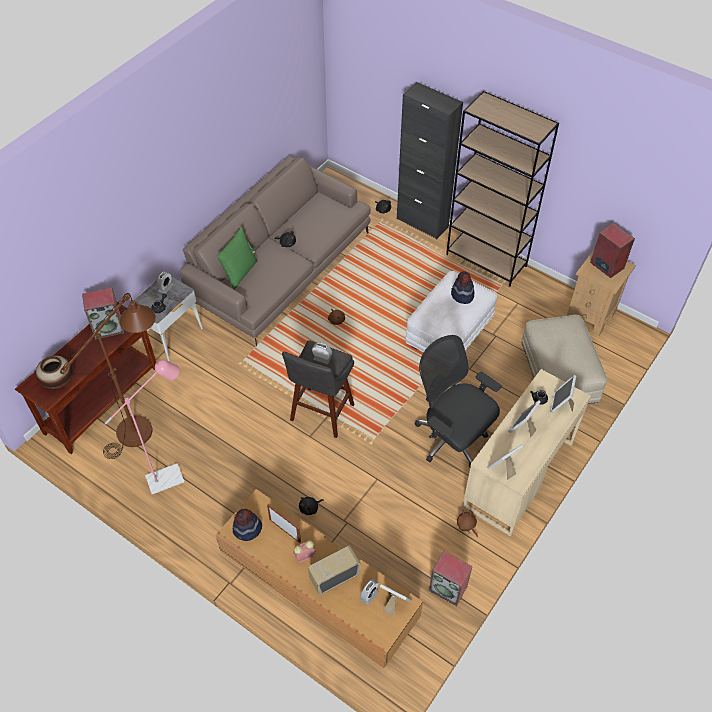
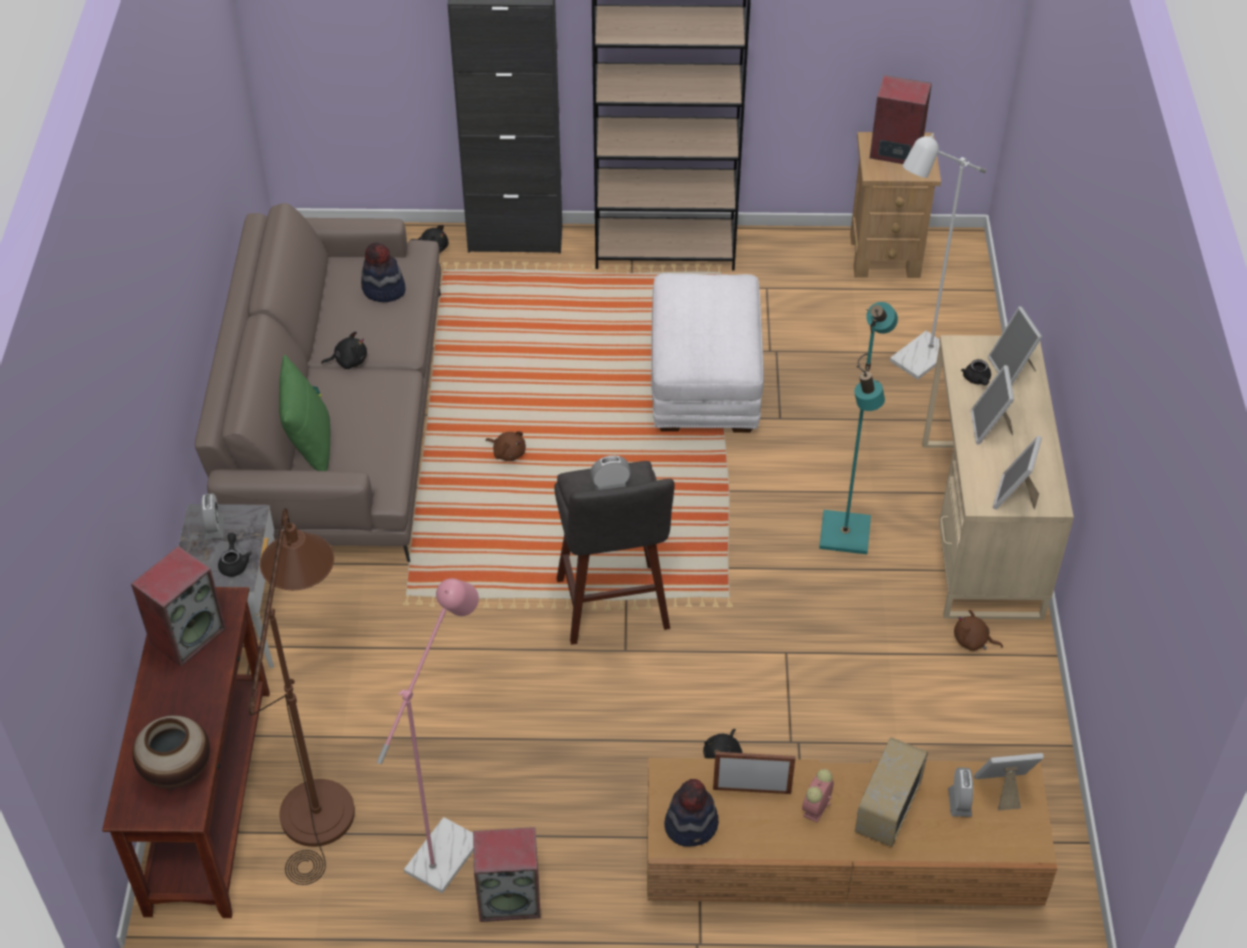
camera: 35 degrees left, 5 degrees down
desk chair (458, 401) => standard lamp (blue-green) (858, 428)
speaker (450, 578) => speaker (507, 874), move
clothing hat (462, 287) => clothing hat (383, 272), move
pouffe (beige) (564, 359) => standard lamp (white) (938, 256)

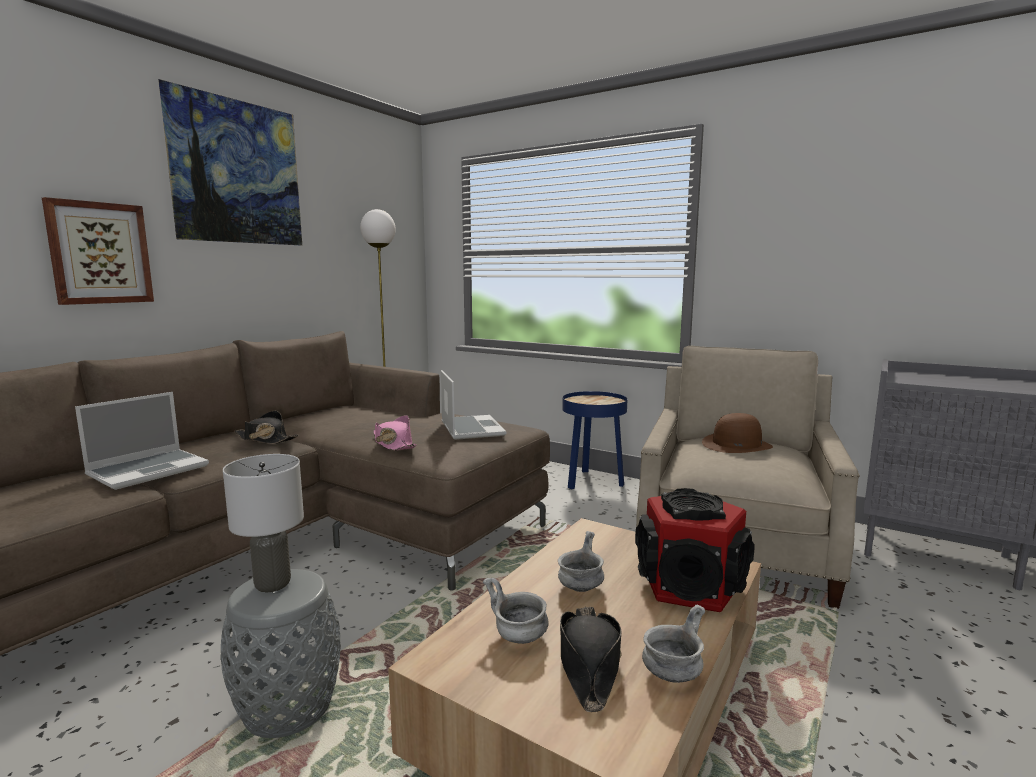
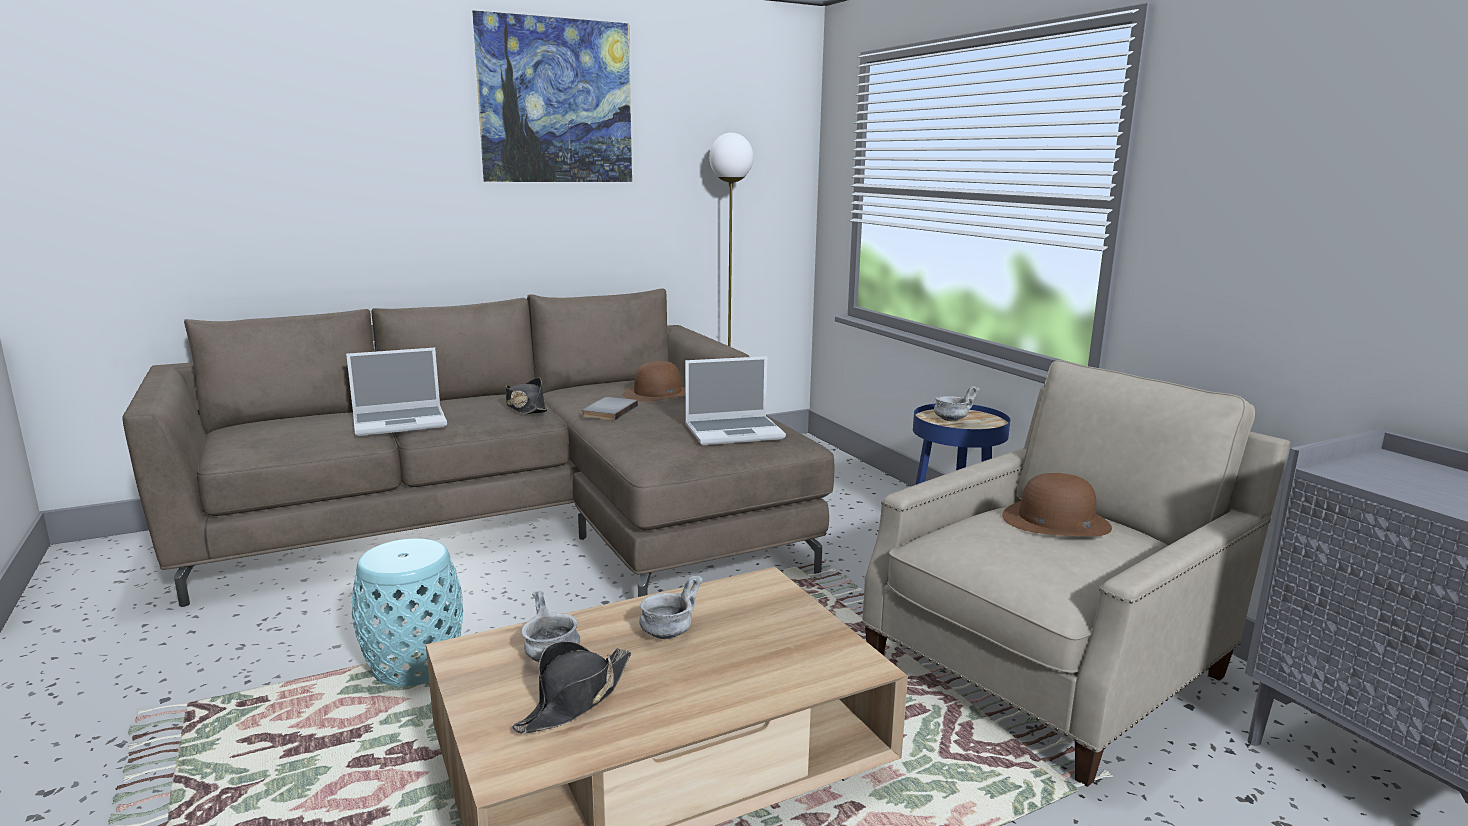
camera: 30 degrees right, 5 degrees up
picture (98, 251) => nothing
sitting stool (greyish) (280, 653) => sitting stool (blue-green) (407, 612)
table lamp (white) (263, 523) => nothing
clothing hat (pink) (395, 433) => nothing
notebook computer (473, 405) => notebook computer (735, 400), 60 degrees clockwise
speaker (695, 550) => nothing
bowl (greyish) (673, 643) => bowl (greyish) (957, 403), move
nothing => volume (greyish) (610, 408)
nothing => clothing hat (brownish) (654, 381)

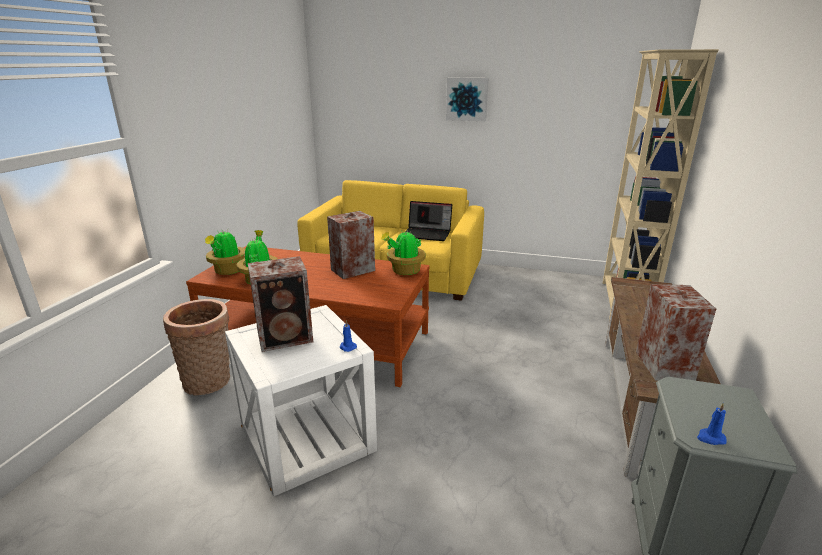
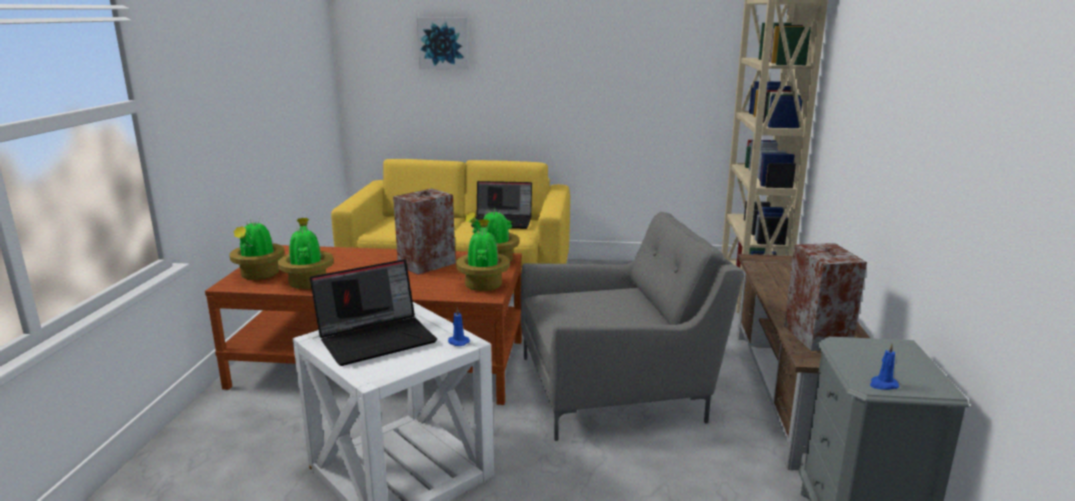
camera: 10 degrees left, 5 degrees down
household basket (196, 347) => nothing
speaker (280, 304) => notebook computer (373, 312)
picture (467, 99) => picture (443, 43), move
nothing => houseplant (483, 255)
nothing => easy chair (greyish) (632, 326)

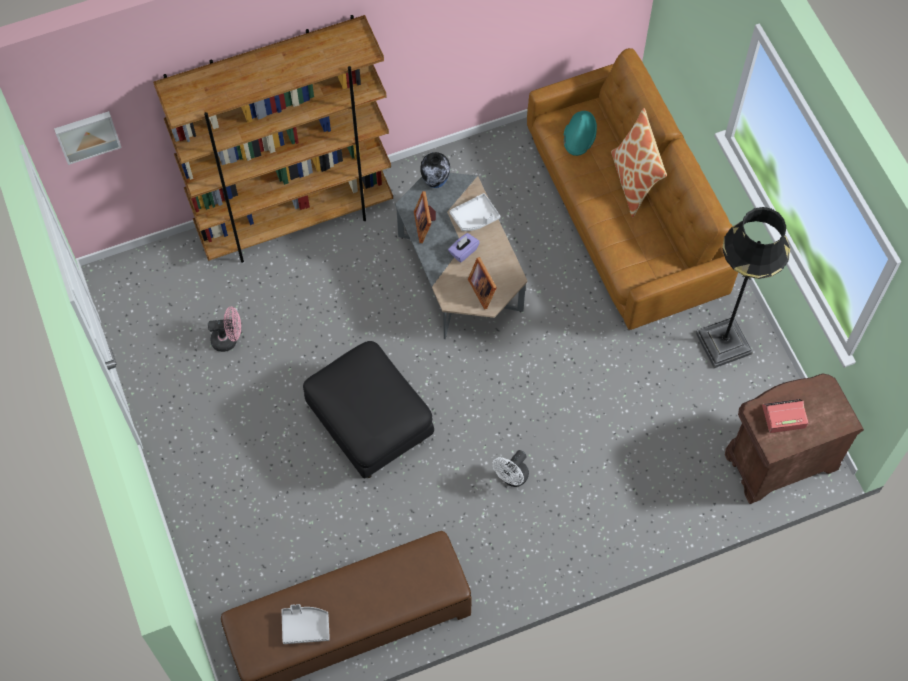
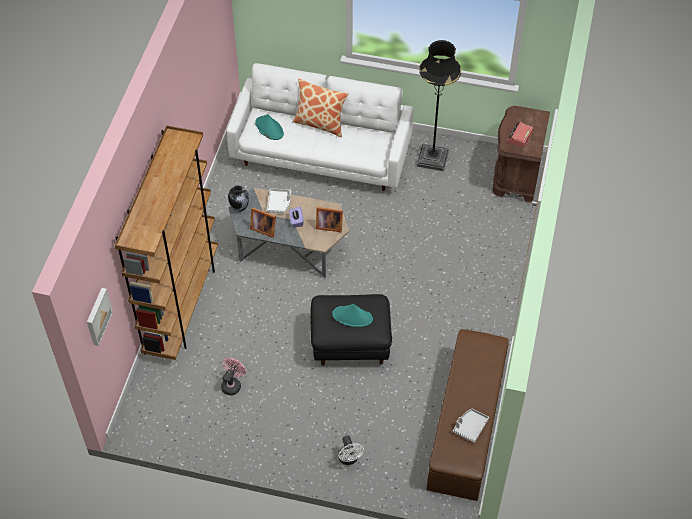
camera: 55 degrees left, 10 degrees down
fan (white) (510, 468) => fan (white) (351, 450), move
couch (brownish) (632, 189) => couch (white) (320, 127)
nothing => clothing hat (blue-green) (352, 315)

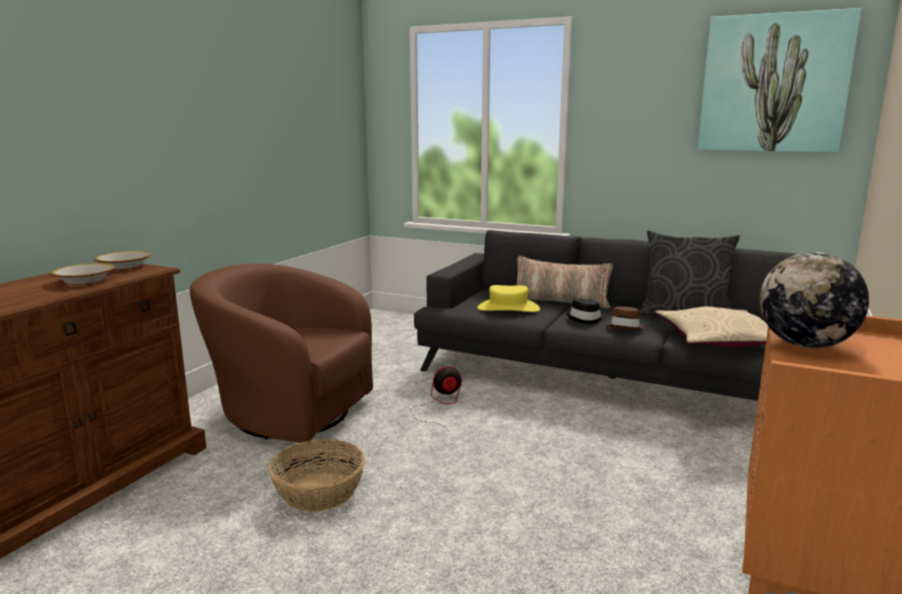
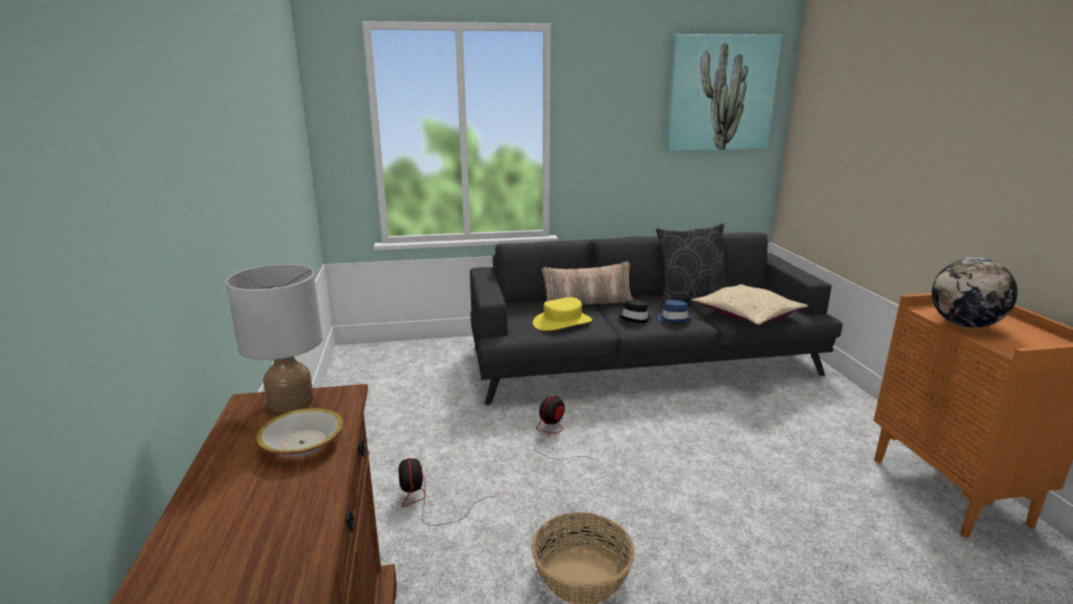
camera: 35 degrees left, 5 degrees up
bowl (122, 260) => table lamp (greyish) (274, 338)
easy chair (brownish) (281, 353) => fan (446, 491)
clothing hat (brownish) (625, 318) => clothing hat (blue) (674, 311)

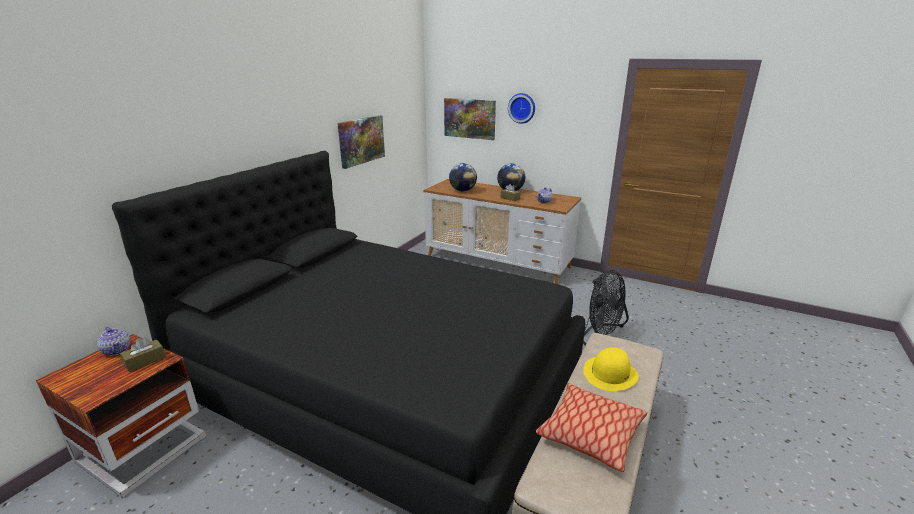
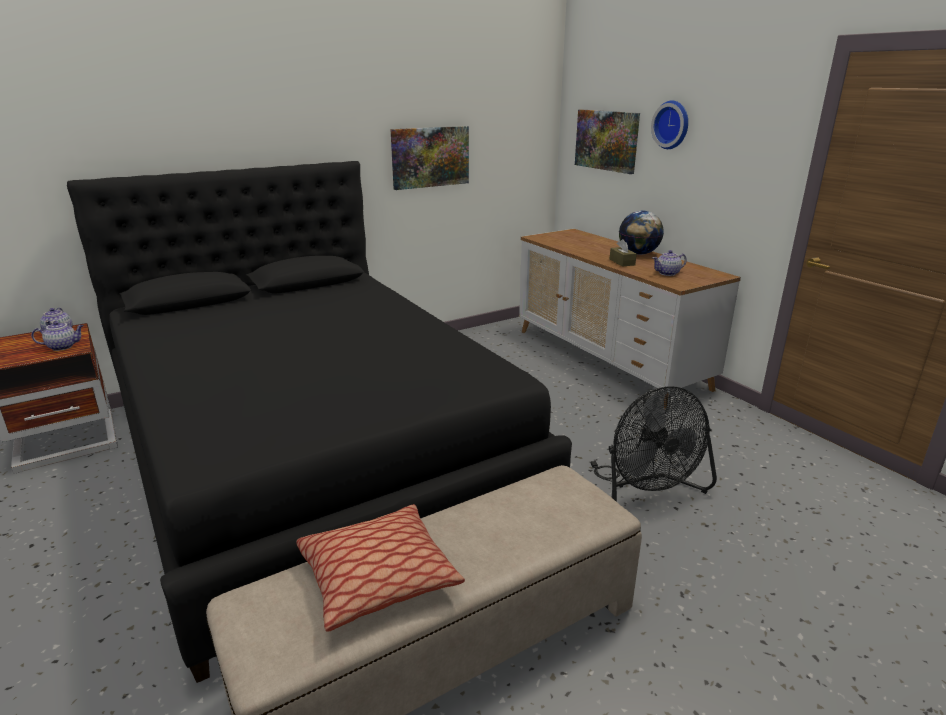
camera: 30 degrees right, 0 degrees up
tissue holder (brownish) (143, 355) => pot for tea (57, 336)
world globe (463, 177) => nothing
clothing hat (yellowish) (611, 369) => nothing

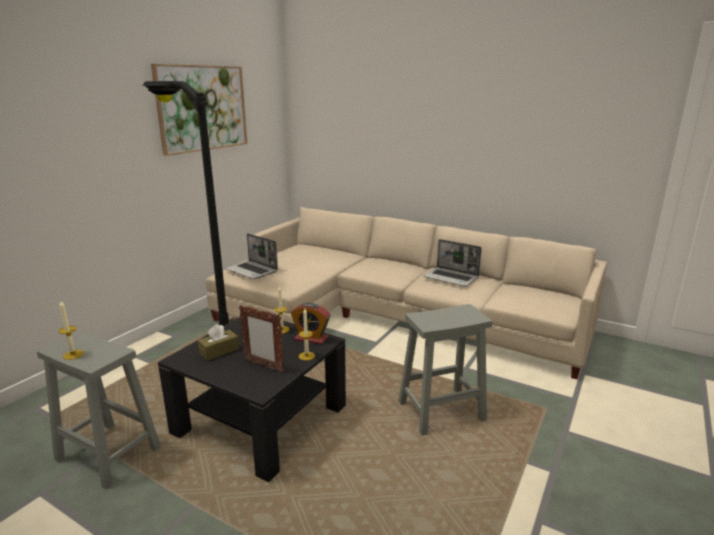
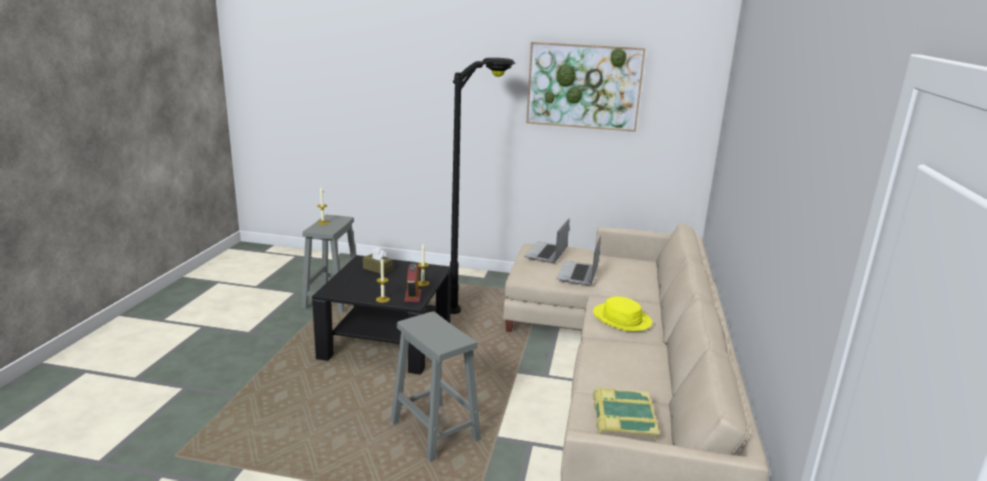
camera: 70 degrees right, 0 degrees up
photo frame (261, 339) => nothing
notebook computer (452, 263) => notebook computer (578, 260), move
nothing => volume (625, 414)
nothing => clothing hat (yellowish) (622, 313)

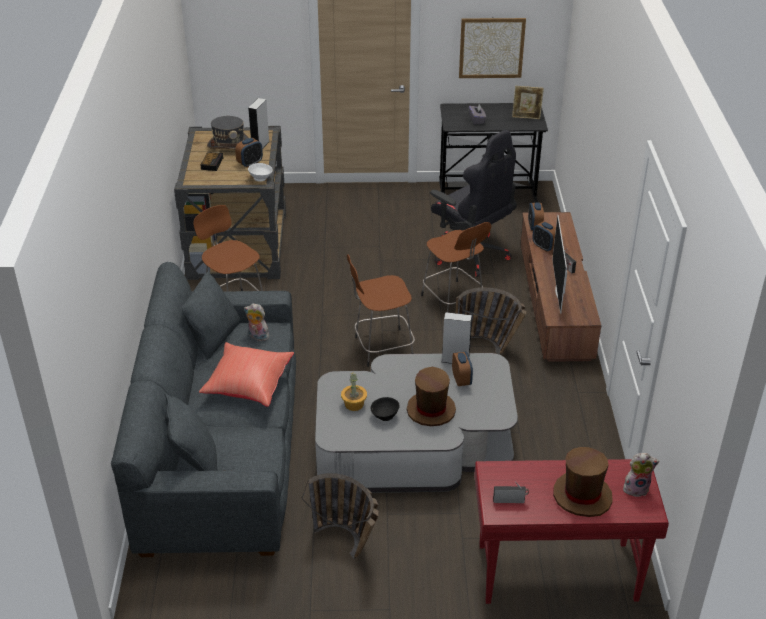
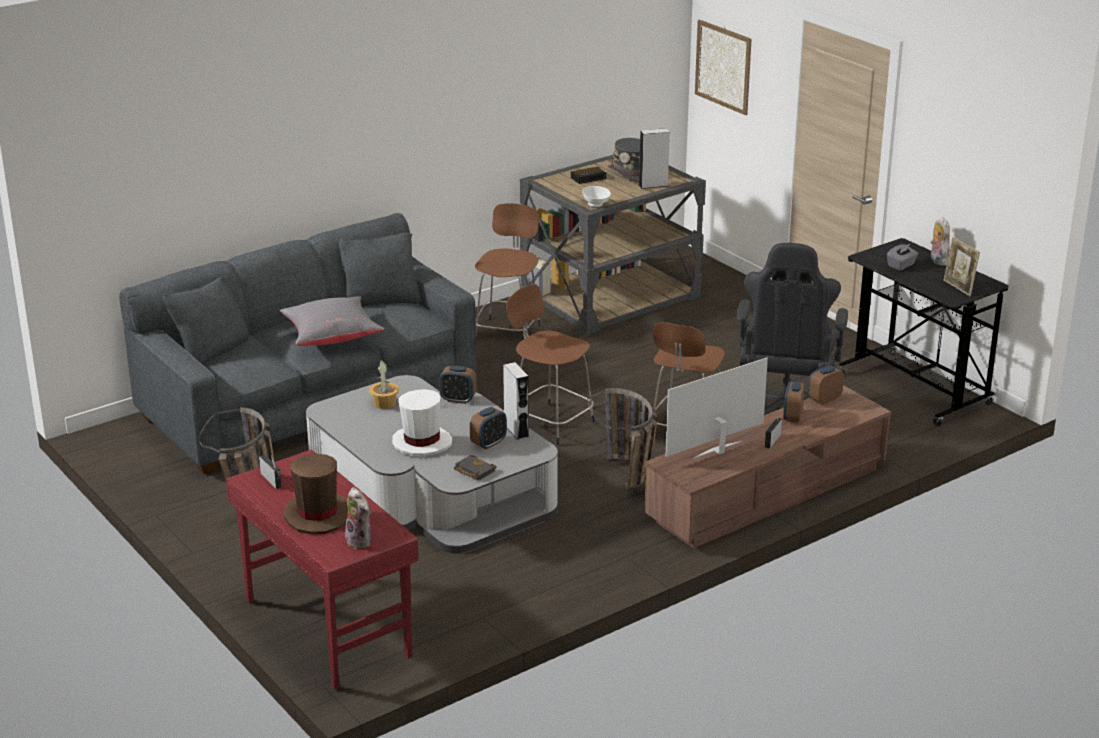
camera: 55 degrees right, 10 degrees down
pillow (reddish) (246, 374) => pillow (greyish) (332, 321)
alarm clock (249, 153) => alarm clock (458, 385), move
plush toy (256, 322) => plush toy (940, 241), move
bowl (blackish) (385, 409) => nothing
clothing hat (brownish) (431, 396) => clothing hat (white) (422, 422)
picture (492, 48) => picture (723, 67), move
nothing => volume (blackish) (475, 467)

